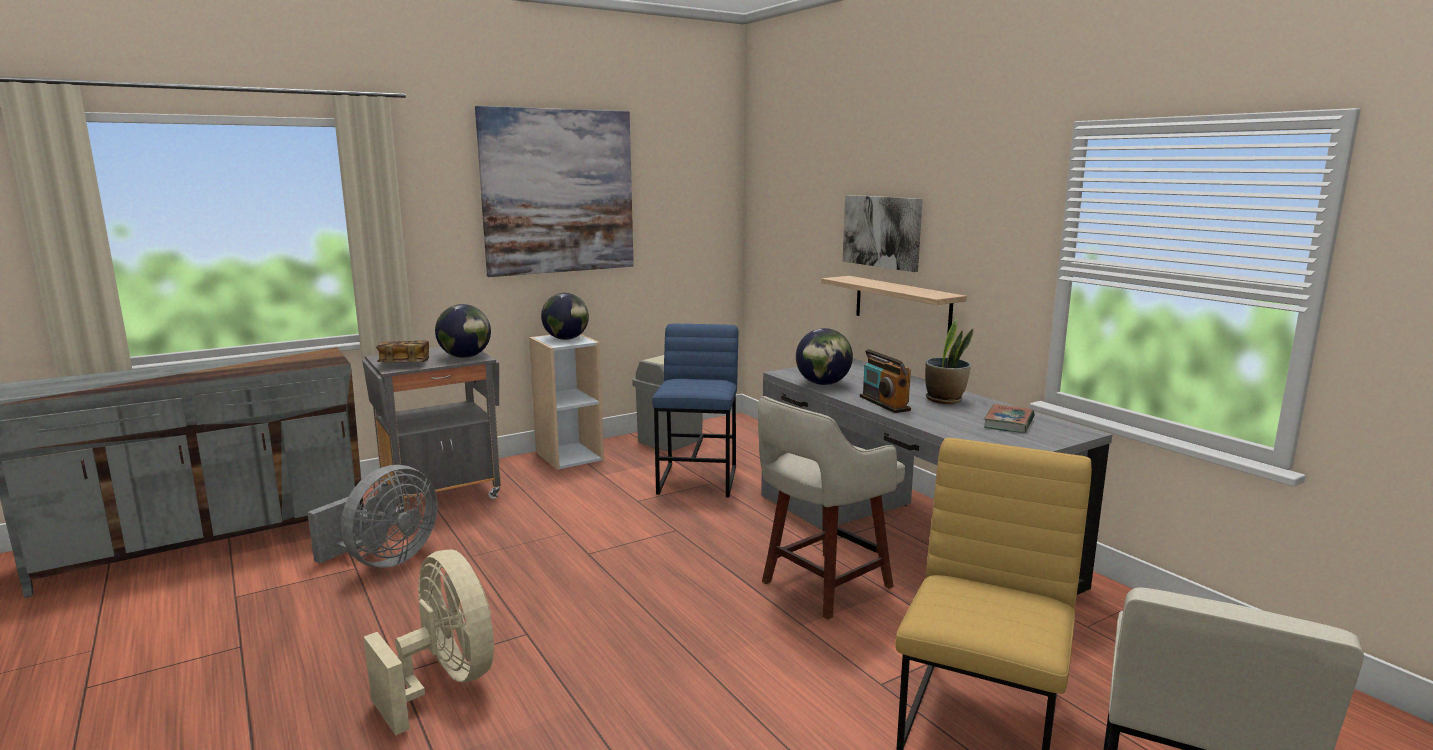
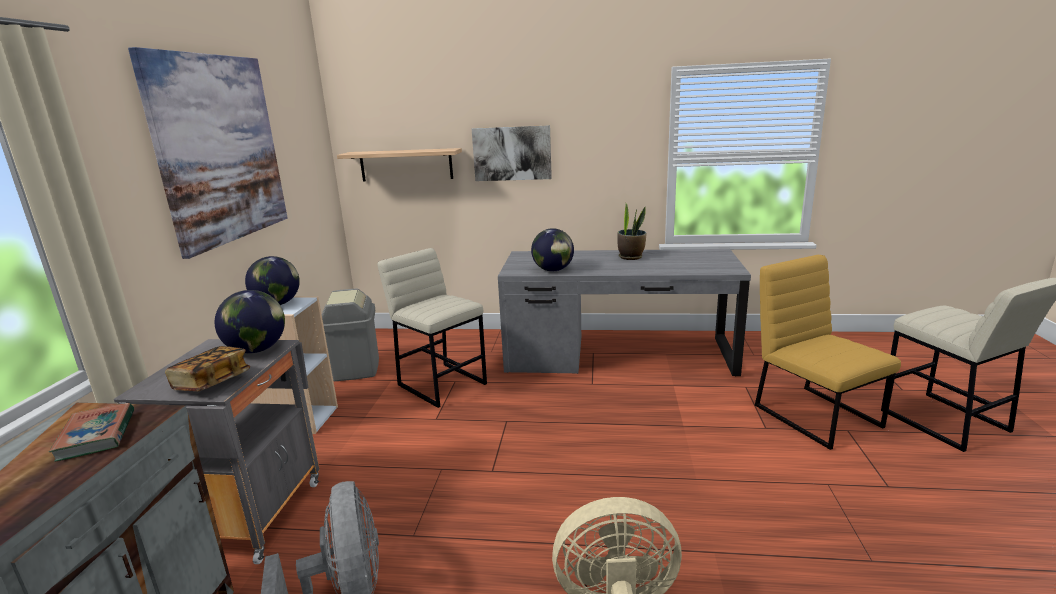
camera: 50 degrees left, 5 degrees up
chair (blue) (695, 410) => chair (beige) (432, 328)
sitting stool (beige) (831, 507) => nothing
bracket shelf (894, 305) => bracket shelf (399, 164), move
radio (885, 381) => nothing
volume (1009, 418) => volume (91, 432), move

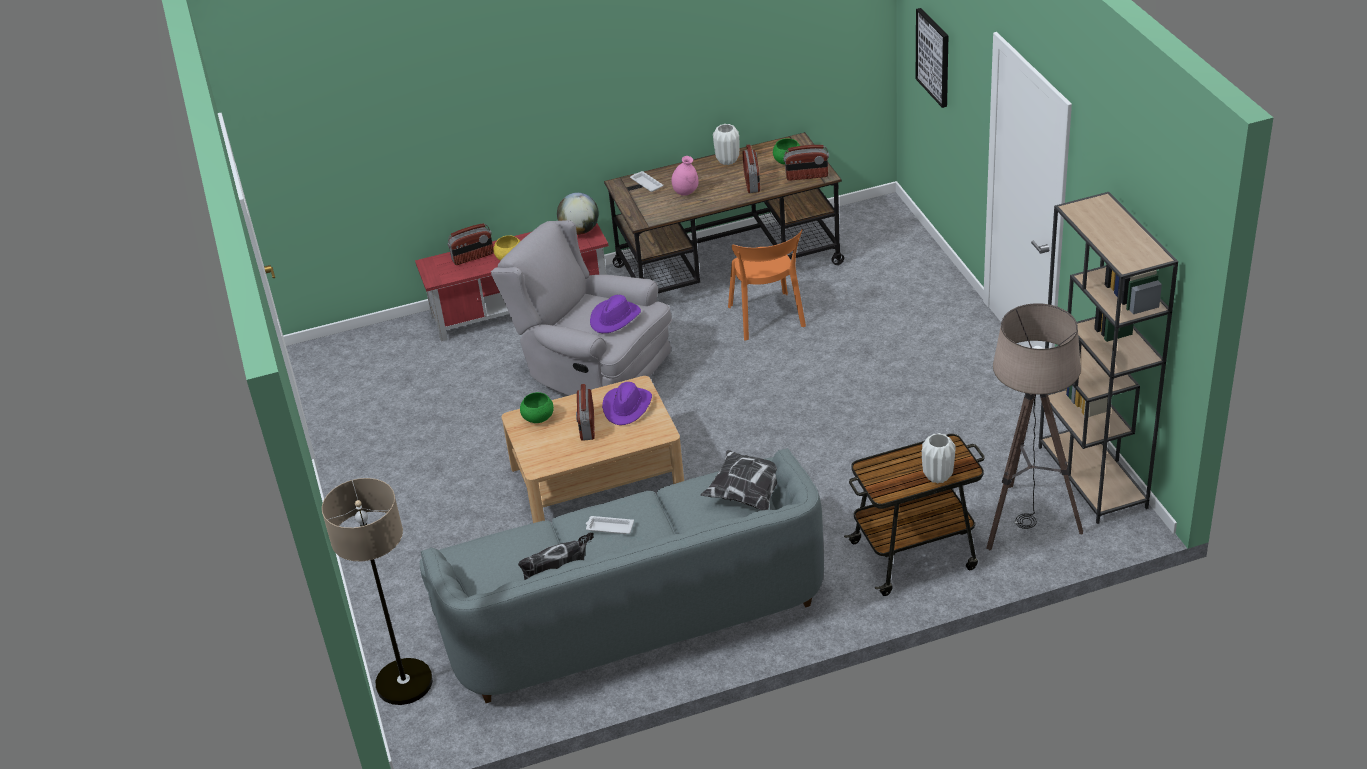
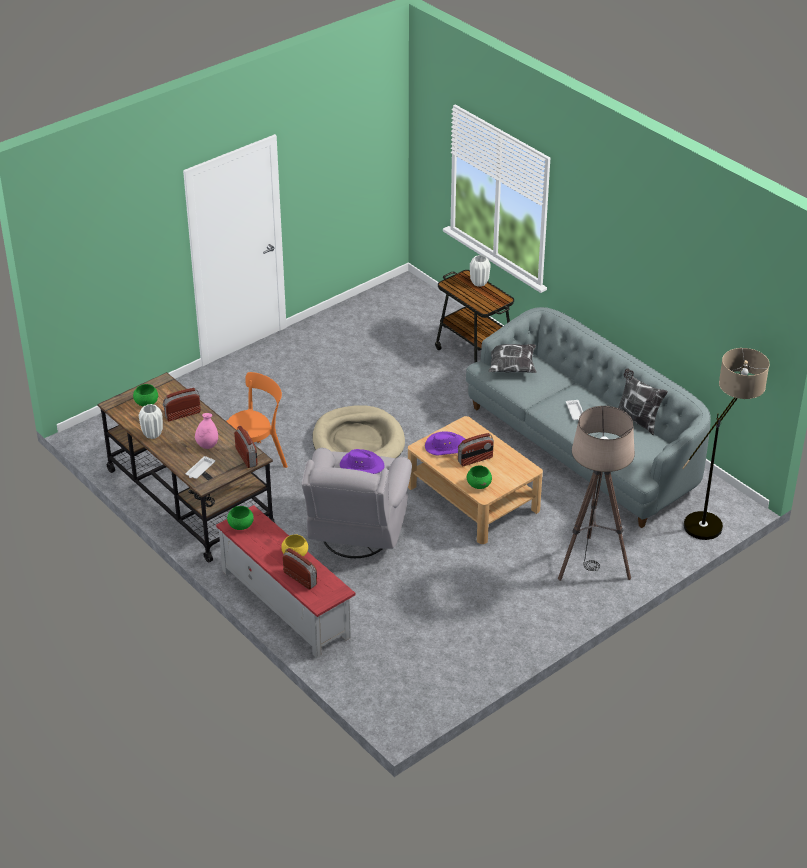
camera: 115 degrees left, 0 degrees up
world globe (578, 214) => bowl (green) (240, 518)
radio (806, 163) => radio (246, 447), move
picture (932, 58) => nothing
standard lamp (1035, 426) => standard lamp (596, 493), move
shelving unit (1108, 358) => nothing
nothing => pet bed (beige) (358, 432)

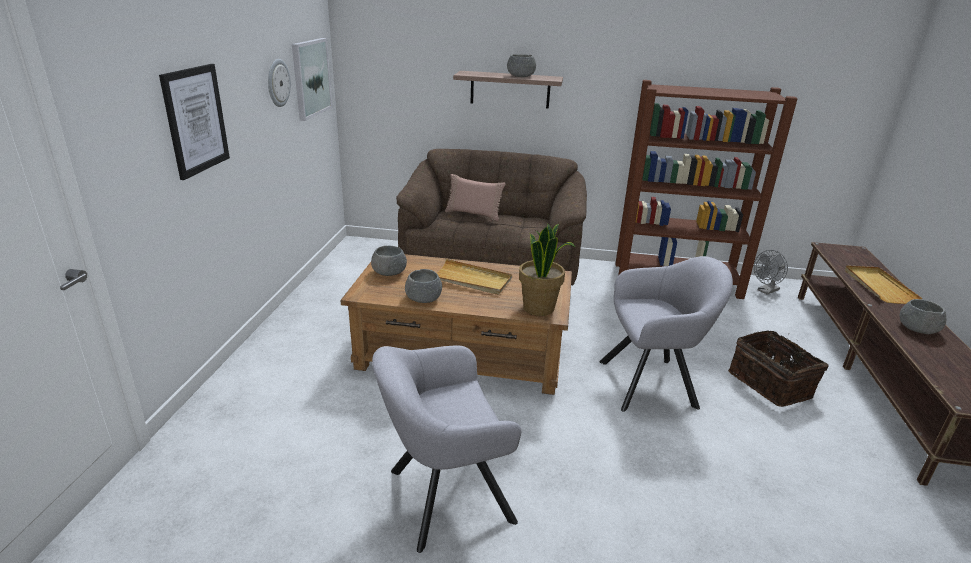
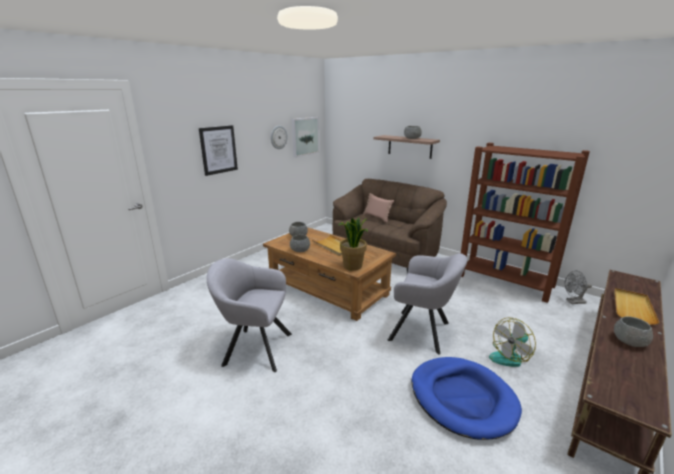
camera: 30 degrees right, 5 degrees down
household basket (778, 368) => fan (512, 342)
nothing => pet bed (blue) (467, 398)

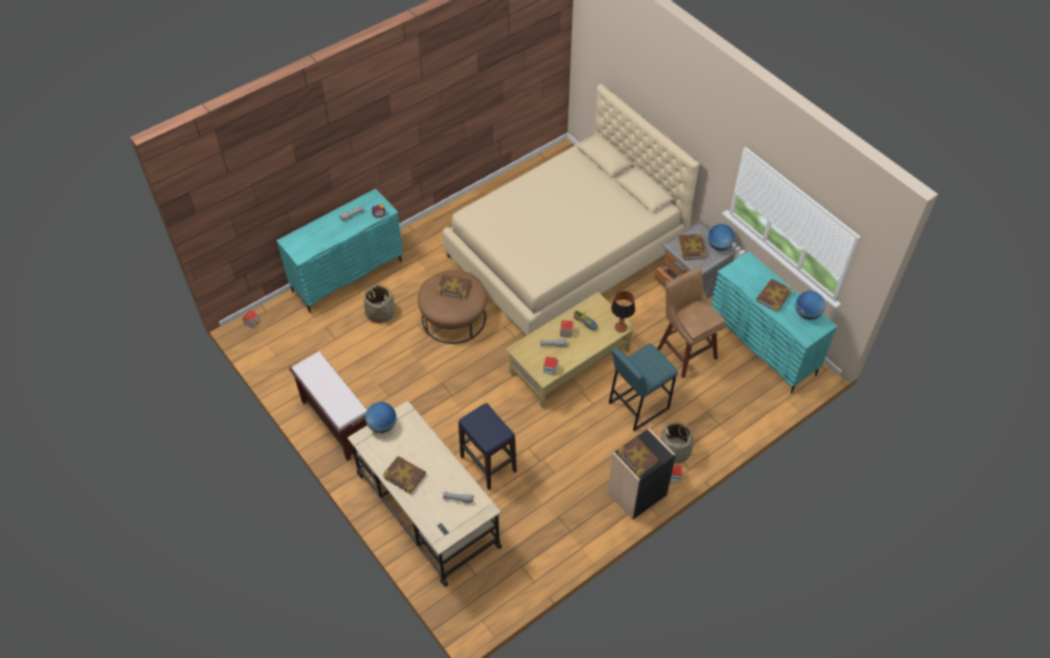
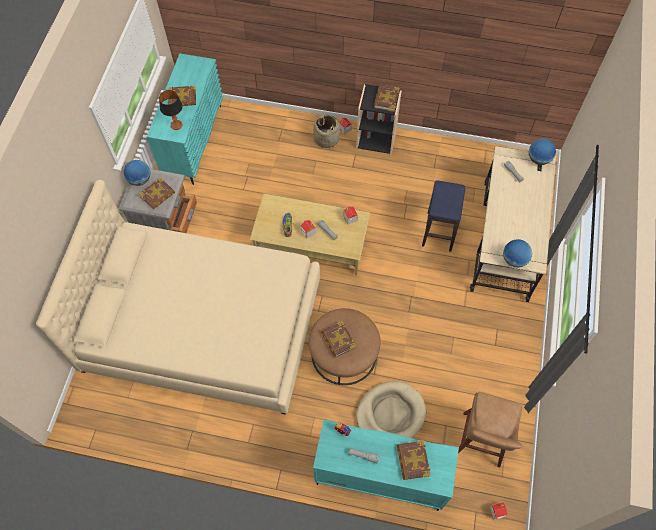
camera: 130 degrees left, 10 degrees up
indoor bench (brownish) (328, 406) => nothing
household basket (379, 304) => pet bed (beige) (391, 409)
volume (404, 475) => volume (414, 460), move
sitting stool (blue-green) (643, 387) => nothing
table lamp (623, 311) => table lamp (171, 110), move
sitting stool (brownish) (691, 323) => sitting stool (brownish) (490, 430), move
world globe (810, 305) => world globe (542, 152), move

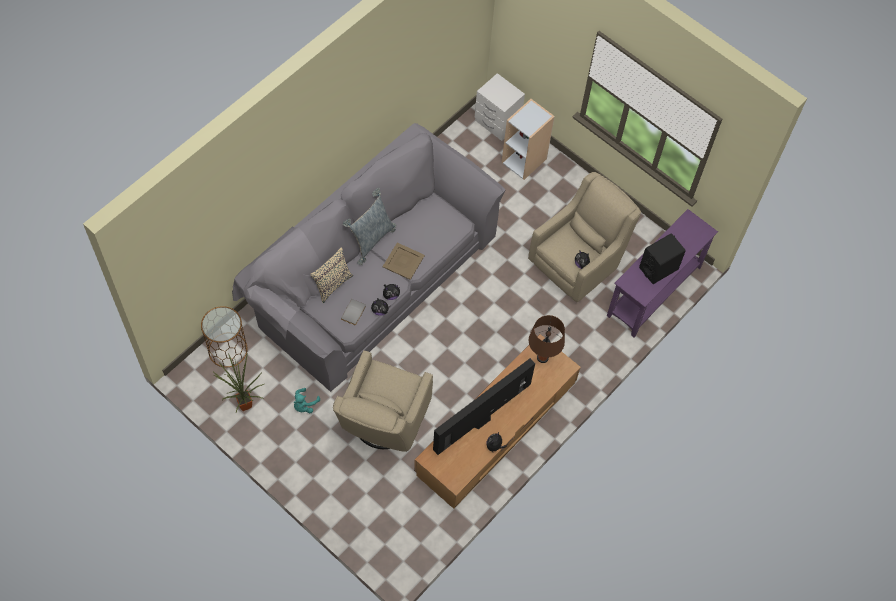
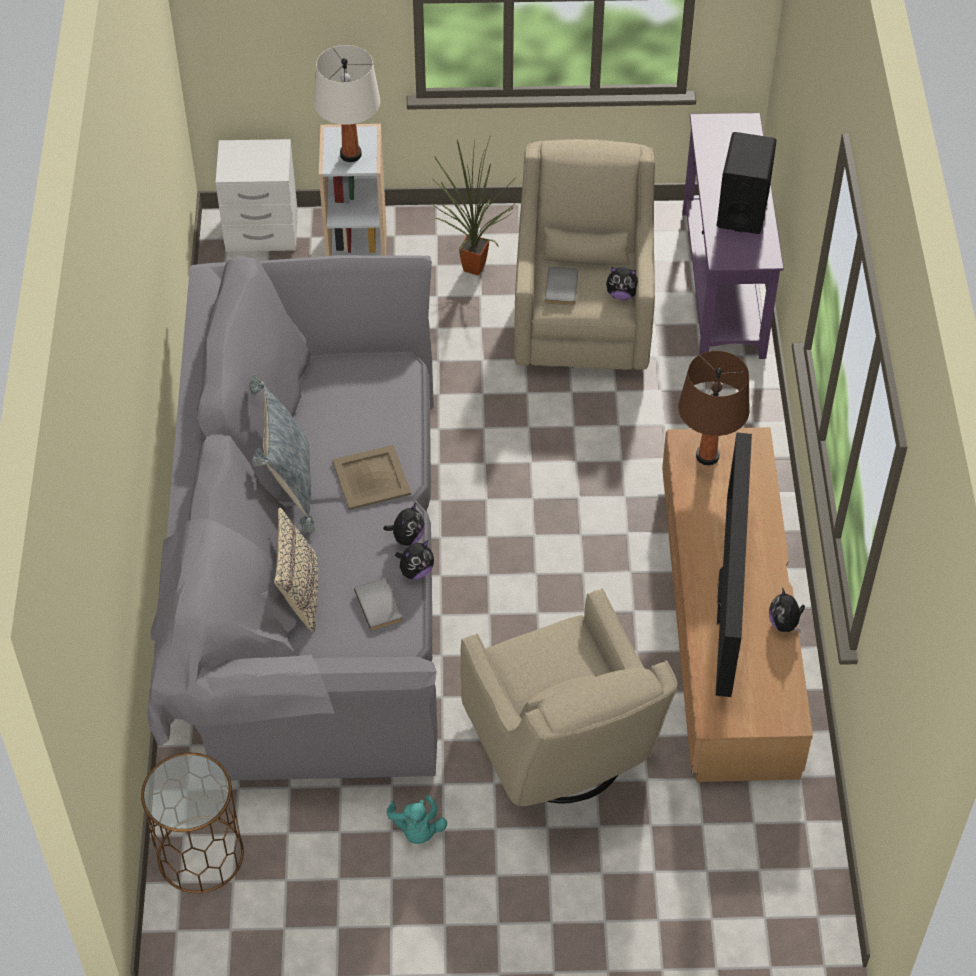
camera: 40 degrees left, 10 degrees down
houseplant (238, 382) => houseplant (472, 205), move
nothing => table lamp (white) (347, 103)
nothing => volume (greyish) (561, 286)

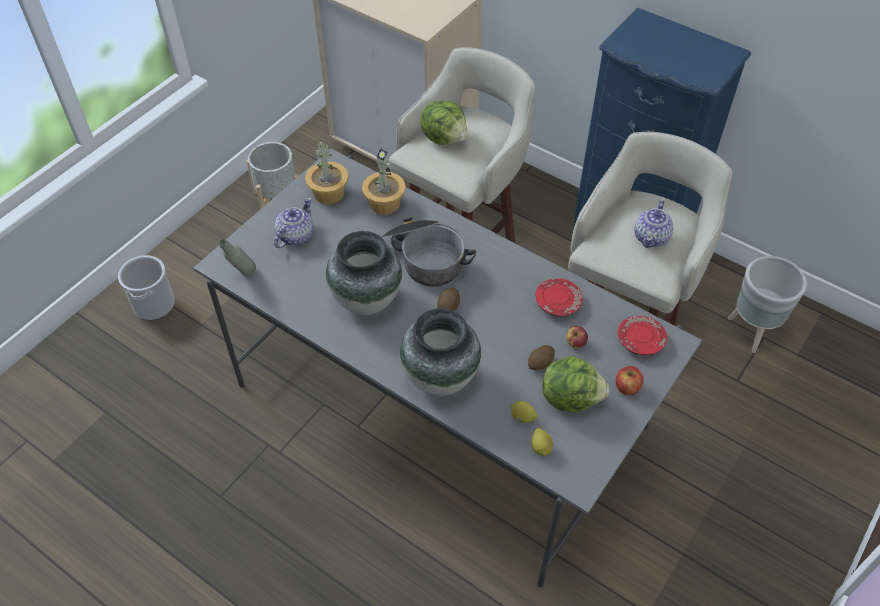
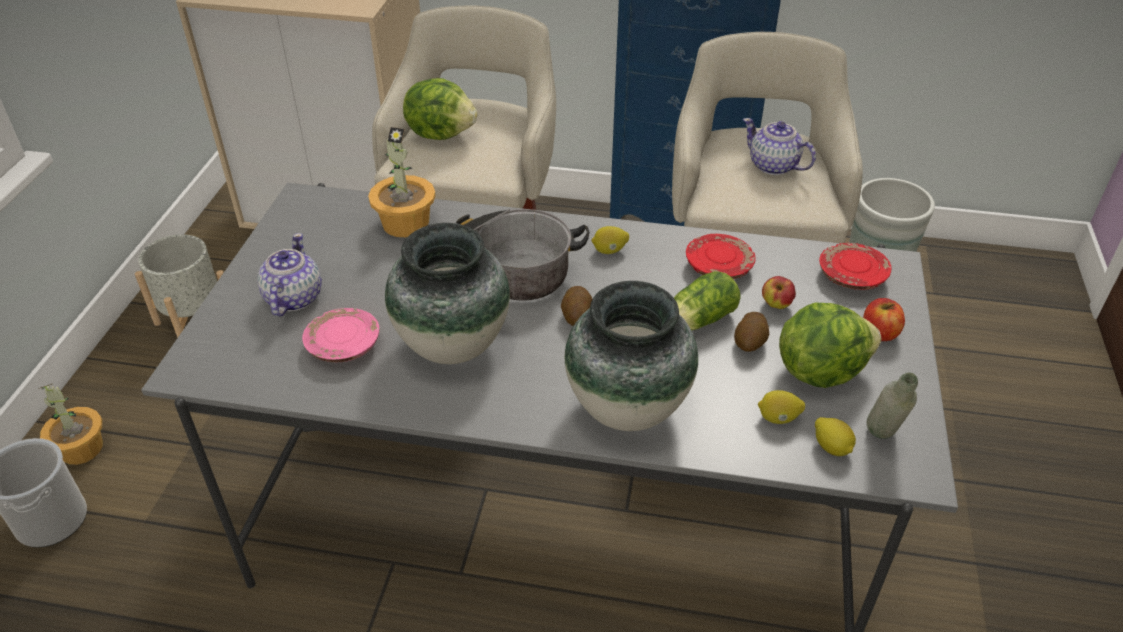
camera: 25 degrees left, 10 degrees down
drink bottle (greyish) (237, 257) => drink bottle (greyish) (892, 406), move
houseplant (327, 172) => houseplant (70, 424), move
pot for tea (654, 224) => pot for tea (779, 146), 135 degrees clockwise
nothing => flat dish (pink) (340, 335)
nothing => whole lemon (610, 240)
nothing => lettuce (707, 300)

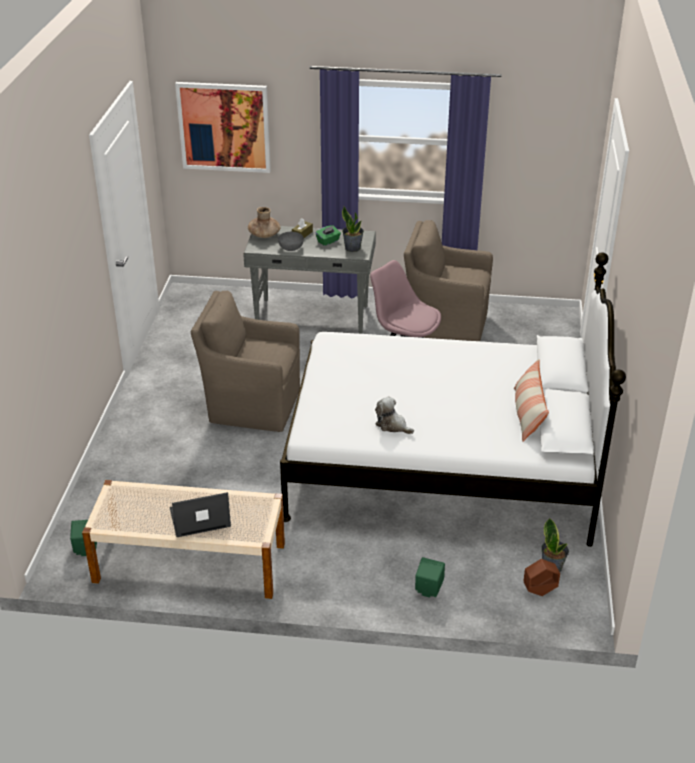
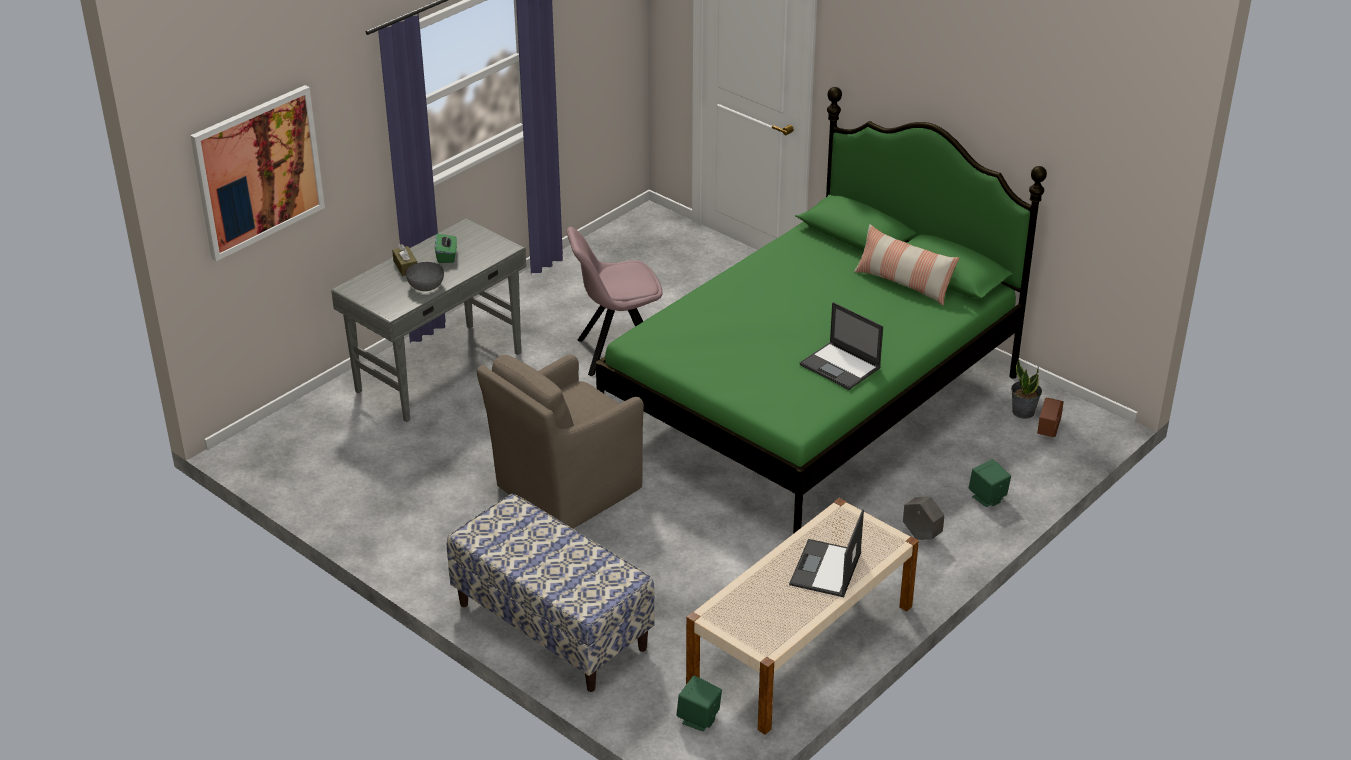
camera: 55 degrees left, 0 degrees up
vase (brownish) (264, 222) => nothing
bed (white) (453, 399) => bed (green) (821, 310)
houseplant (353, 229) => nothing
plush toy (394, 415) => notebook computer (841, 346)
easy chair (brownish) (448, 280) => nothing
nothing => indoor bench (551, 593)
nothing => planter (greyish) (924, 518)

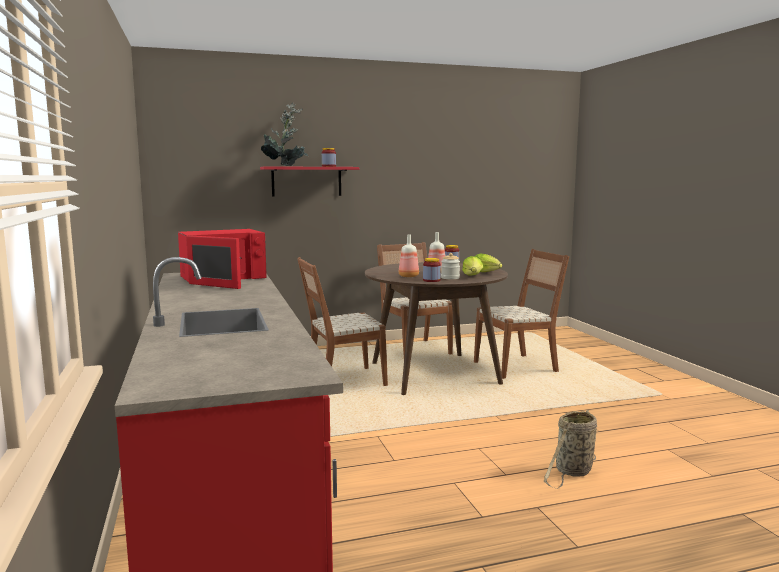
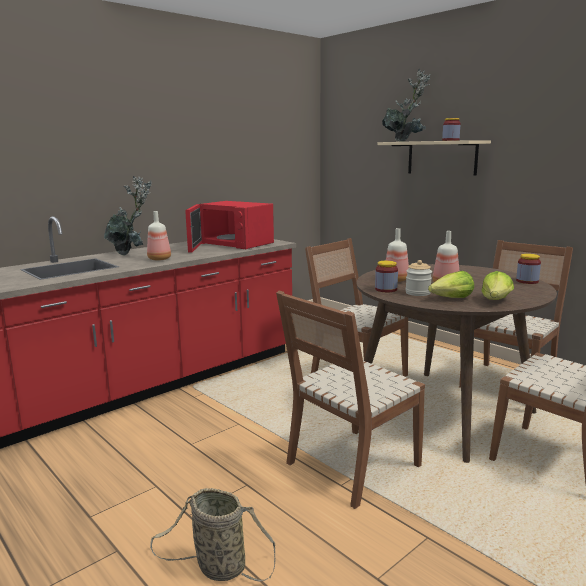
camera: 65 degrees right, 5 degrees up
bracket shelf (reddish) (309, 181) => bracket shelf (beige) (434, 157)
nothing => houseplant (128, 215)
nothing => drink bottle (159, 235)
nothing => chair (350, 399)

